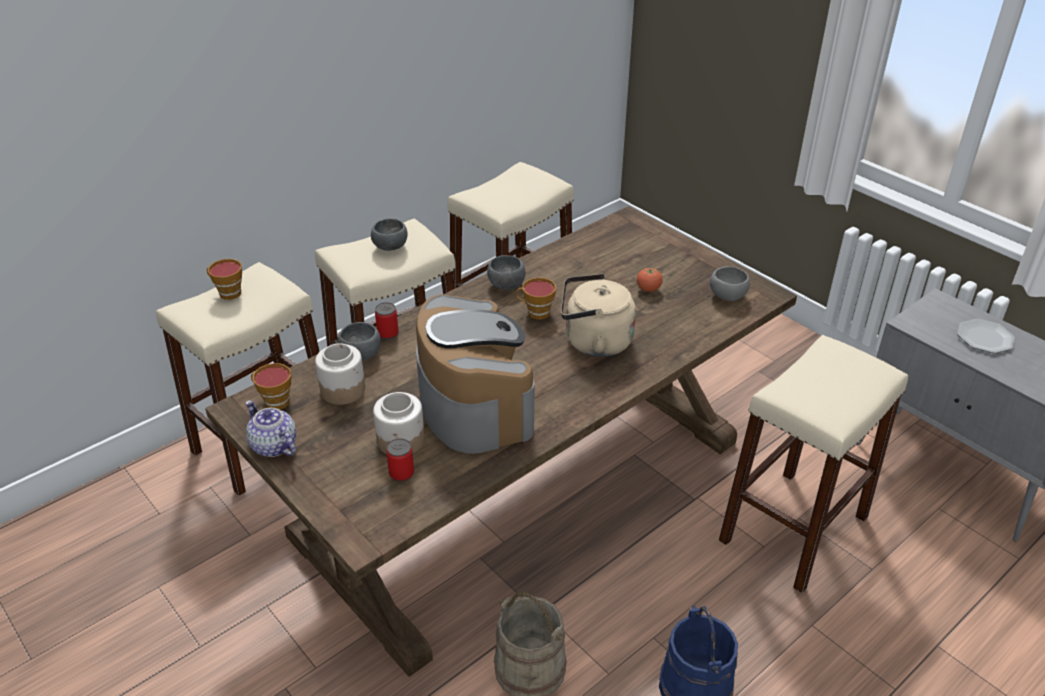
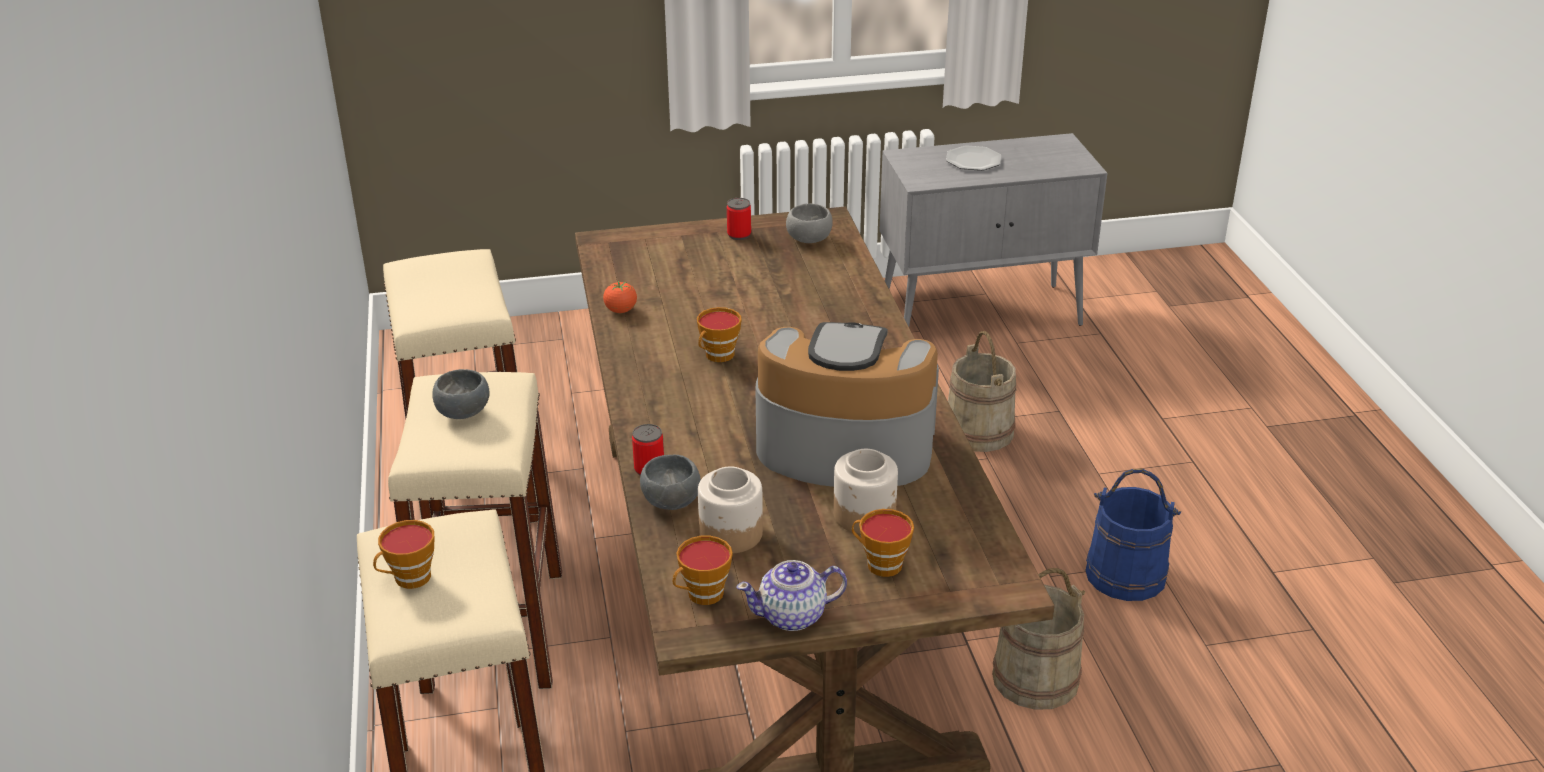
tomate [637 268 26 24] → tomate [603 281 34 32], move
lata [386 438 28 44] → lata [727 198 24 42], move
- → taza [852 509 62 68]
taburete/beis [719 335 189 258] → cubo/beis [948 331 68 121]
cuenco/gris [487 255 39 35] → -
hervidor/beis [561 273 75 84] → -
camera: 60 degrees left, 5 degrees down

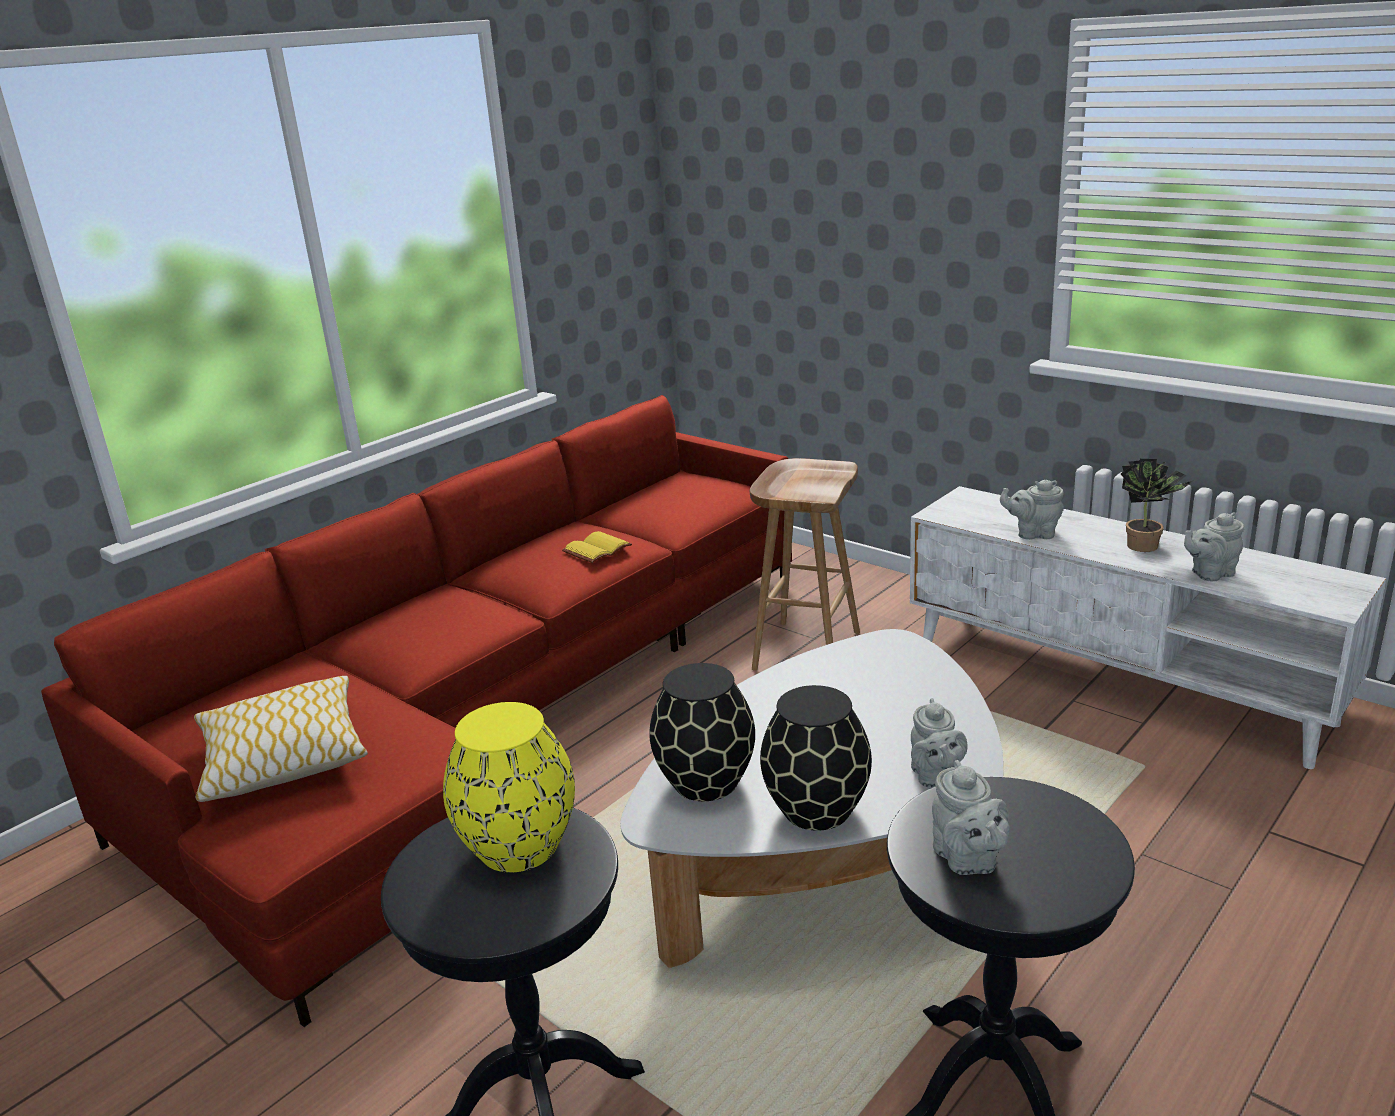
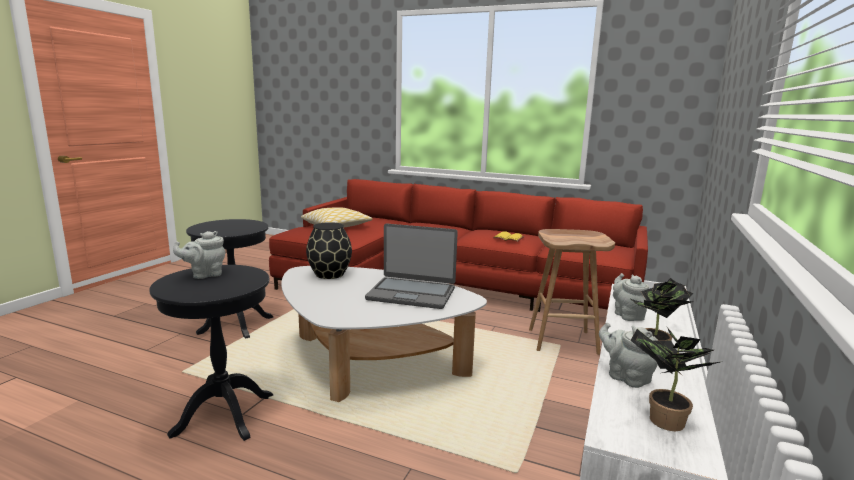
- → portátil [365 224 93 85]
- → planta en maceta [630 327 90 104]
florero/amarillo [443 702 132 171] → -
florero/negro [760 685 112 146] → -
tetera/gris [911 698 57 90] → -
camera: 70 degrees right, 10 degrees down

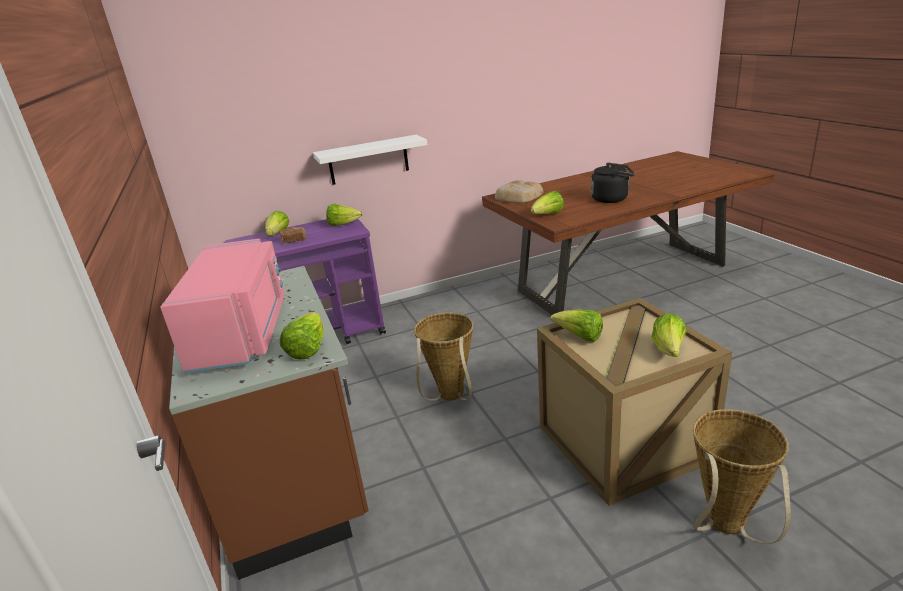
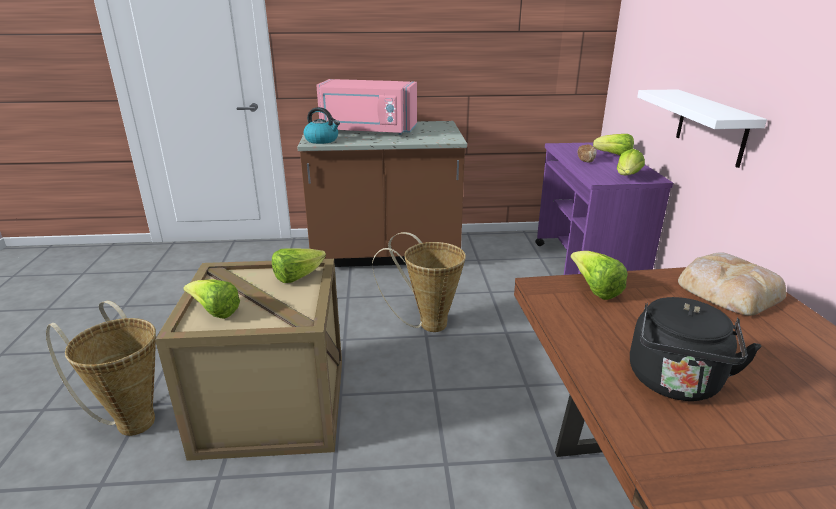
lechuga [280 312 44 48] → hervidor [304 107 36 37]
camera: 105 degrees right, 0 degrees up

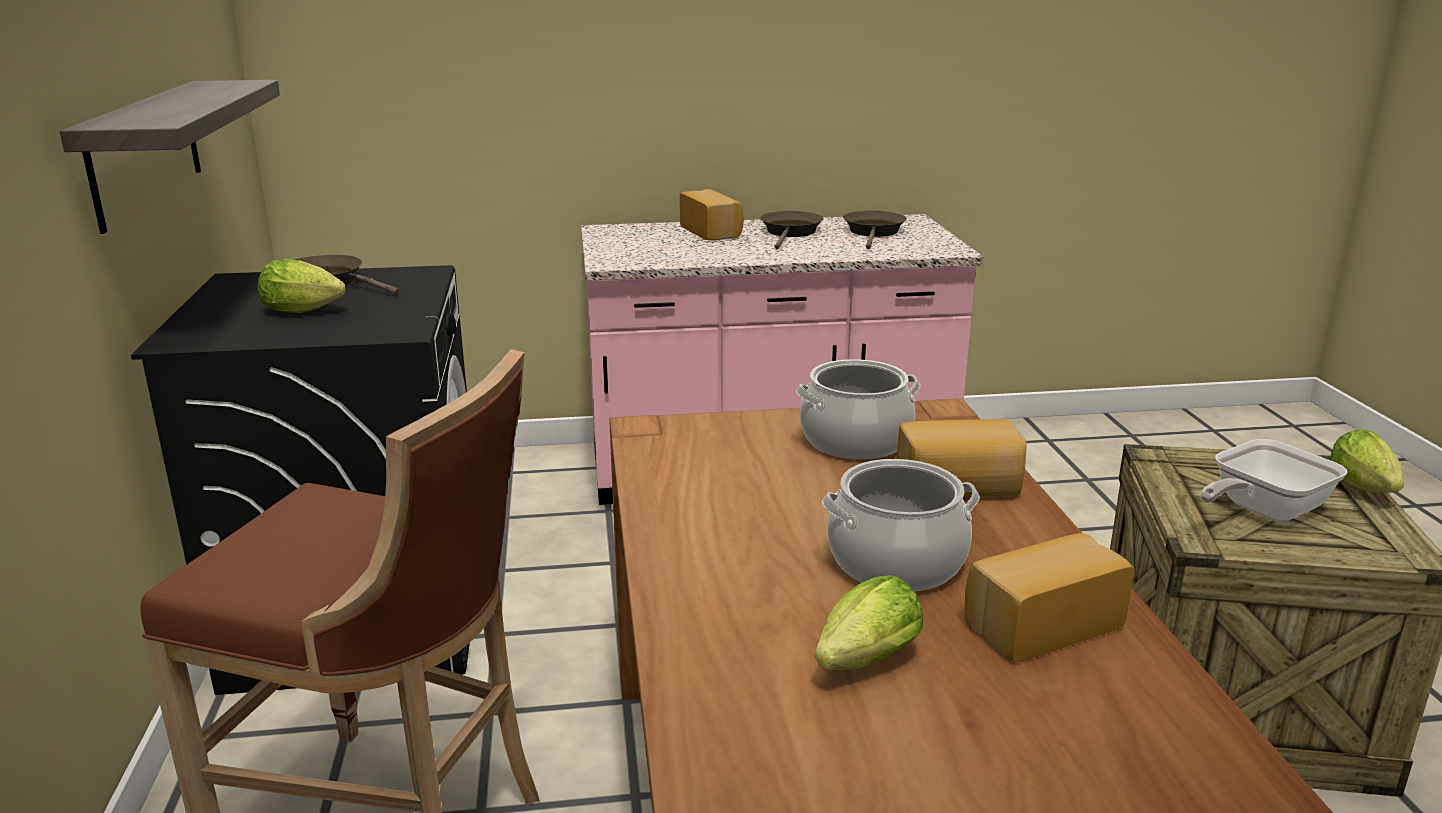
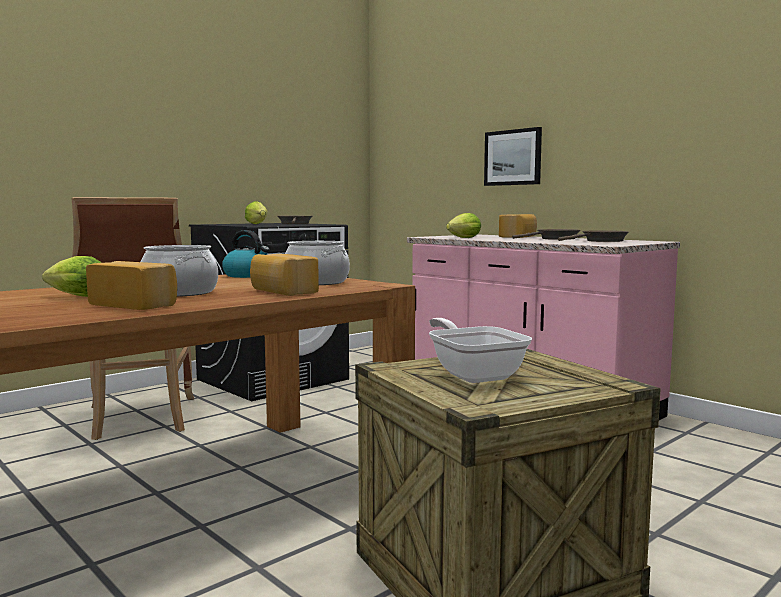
- → hervidor [222 230 48 48]
sartén [1200 439 147 83] → sartén [429 318 103 65], 45 degrees clockwise
lechuga [1329 429 75 64] → lechuga [446 213 35 25], move
- → cuadro [484 127 58 59]
estante [60 80 220 154] → -
camera: 55 degrees right, 15 degrees down

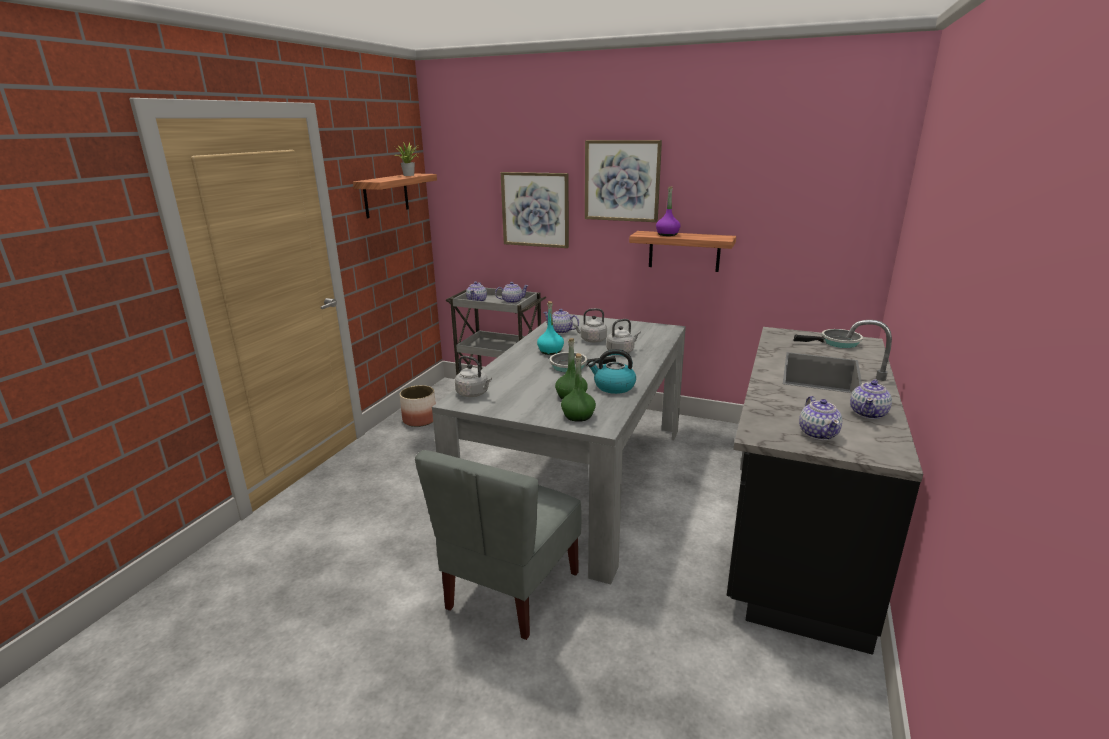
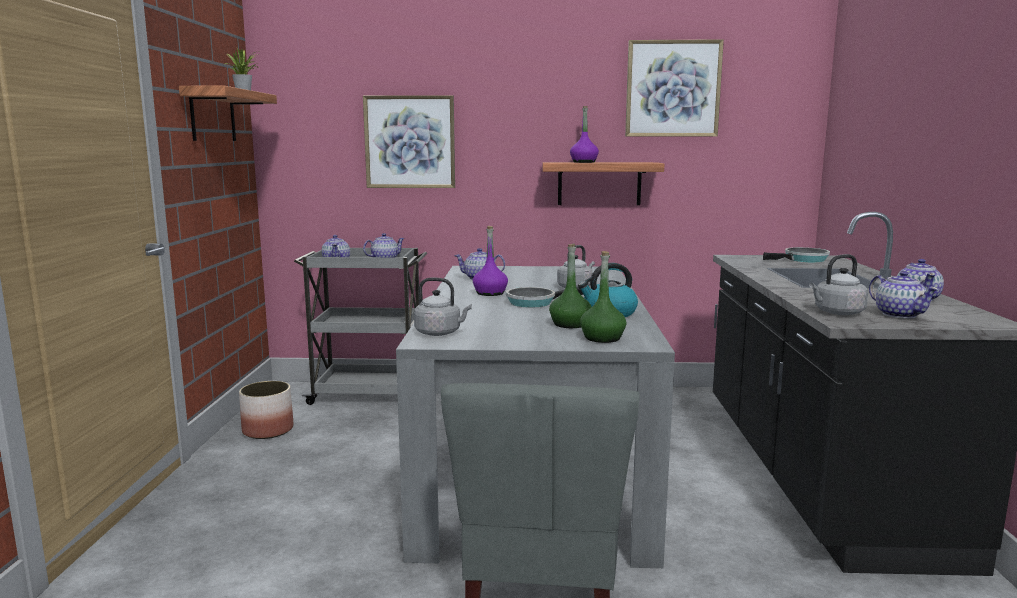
botella/turquesa [537 301 27 54] → botella/morado [473 226 35 70]
cuadro [585 140 77 82] → cuadro [625 39 99 98], move
hervidor/gris [573 308 34 34] → hervidor/gris [809 254 59 61], move
camera: 20 degrees left, 10 degrees down

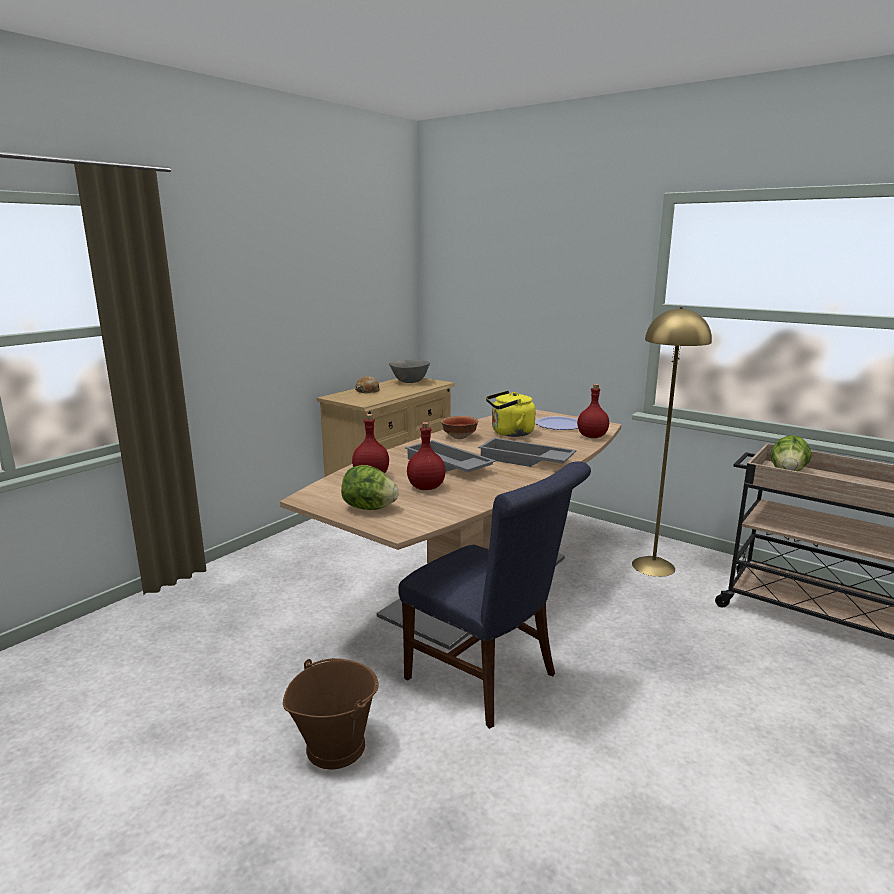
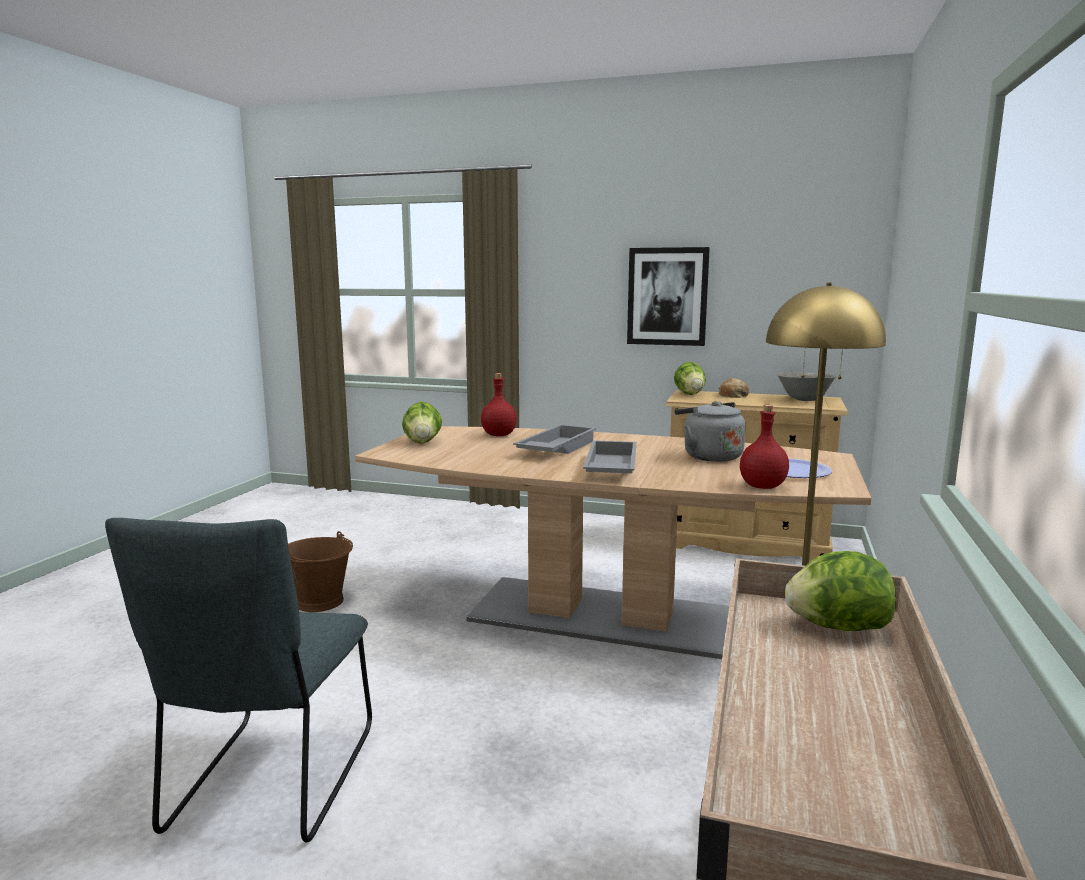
- → silla/gris [105 518 267 325]
- → cuadro [627 247 83 99]
- → lechuga [674 362 32 33]
hervidor/amarillo [486 391 50 46] → hervidor/gris [674 401 72 61]
silla/azul [398 461 193 268] → -
botella/rojo [407 422 39 68] → -
cuenco [441 416 37 23] → -
camera: 70 degrees right, 5 degrees down

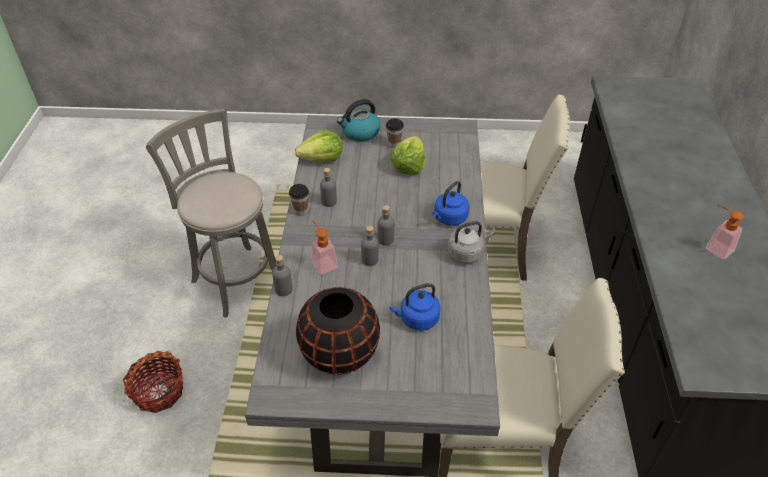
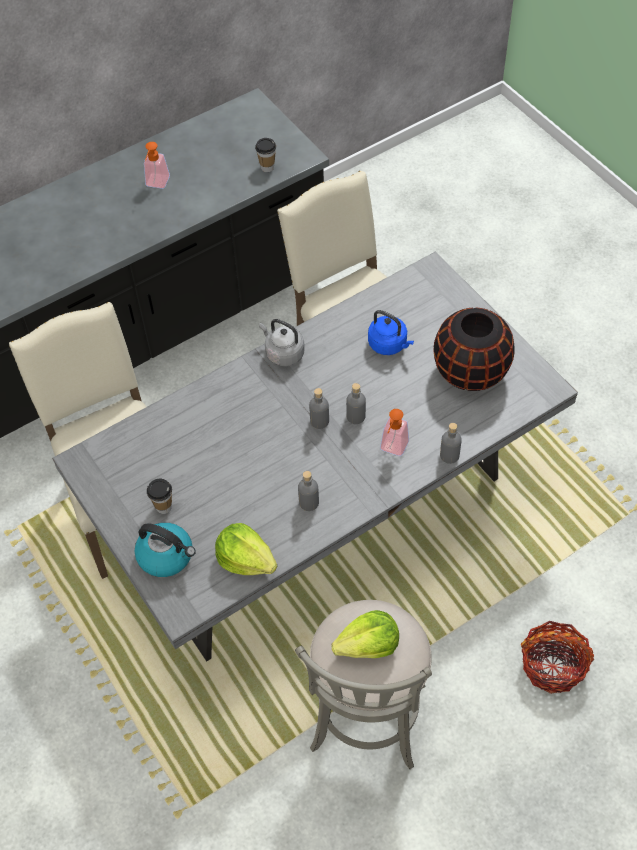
taza [289 184 20 32] → taza [255 138 21 34], move
lechuga [390 136 35 39] → lechuga [331 610 68 48], move
hervidor/azul [432 181 38 44] → -
camera: 125 degrees left, 10 degrees up

